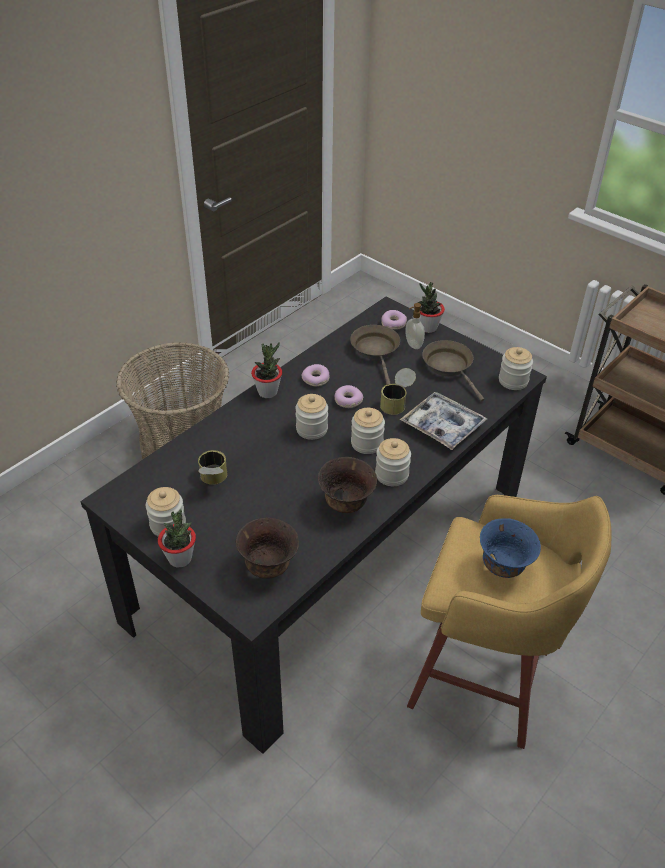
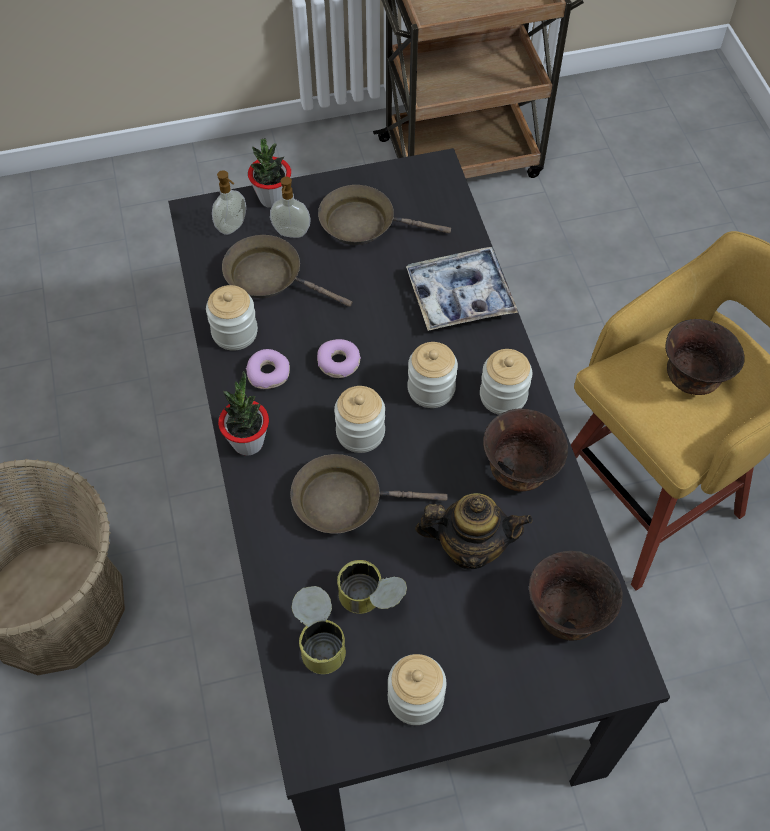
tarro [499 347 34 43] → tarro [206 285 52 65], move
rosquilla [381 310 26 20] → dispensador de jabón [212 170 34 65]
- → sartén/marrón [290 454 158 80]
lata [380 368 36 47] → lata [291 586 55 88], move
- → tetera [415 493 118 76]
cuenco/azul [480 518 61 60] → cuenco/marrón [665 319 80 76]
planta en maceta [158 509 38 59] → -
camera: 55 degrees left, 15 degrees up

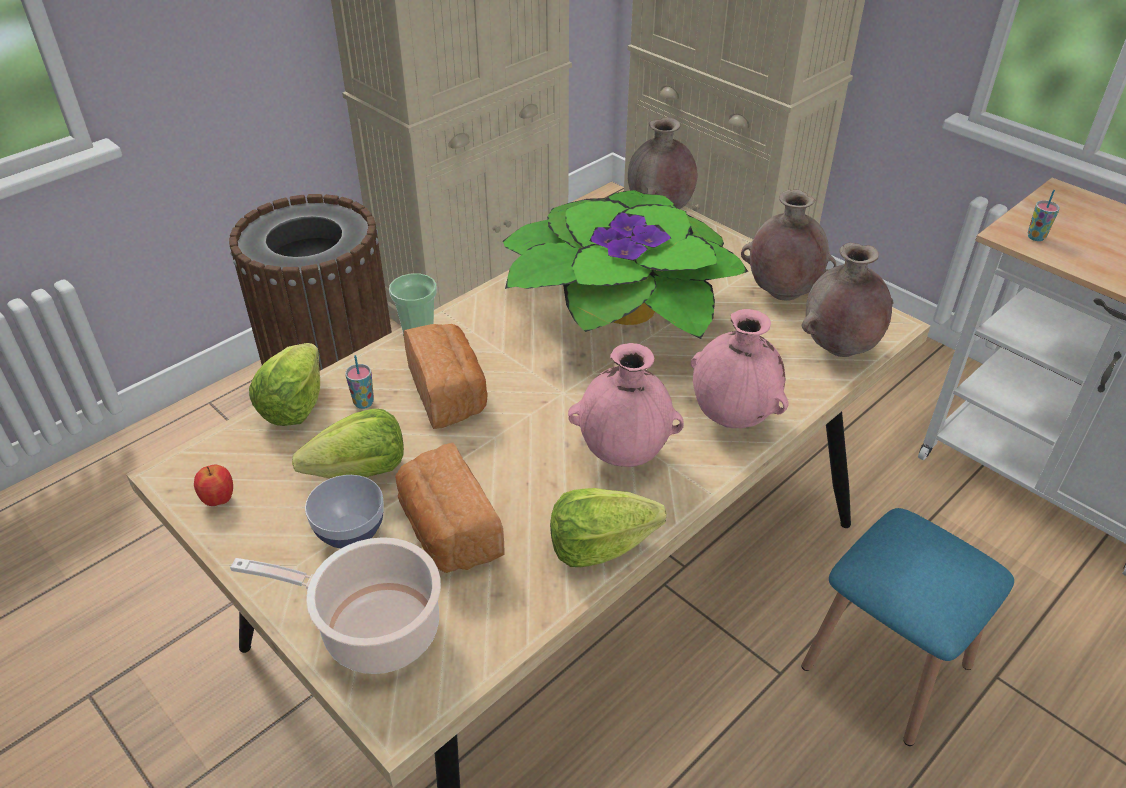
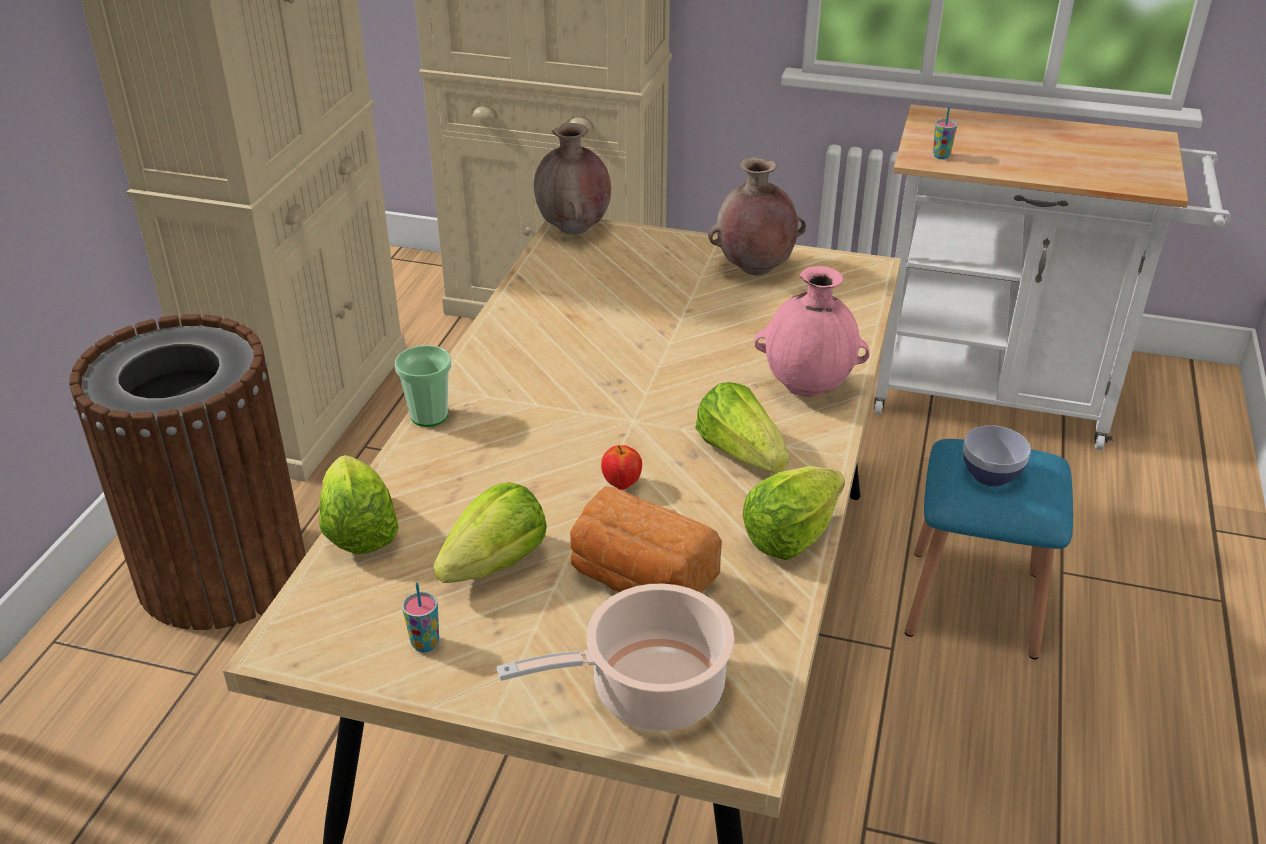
taza [345 355 29 54] → taza [402 582 37 70], move
manzana [194 465 39 41] → manzana [601 445 41 45], move
florero/rosa [568 343 116 124] → lechuga [695 382 94 92]
cuenco [305 475 79 73] → cuenco [963 425 68 61], move
pan [403 324 85 105] → -
planta en maceta [502 190 246 149] → -
florero/marrón [802 242 91 115] → -
camera: 30 degrees left, 5 degrees down

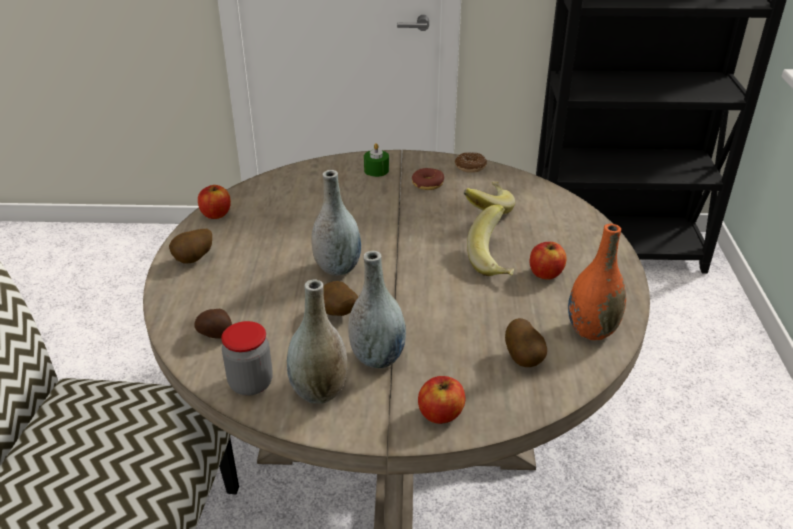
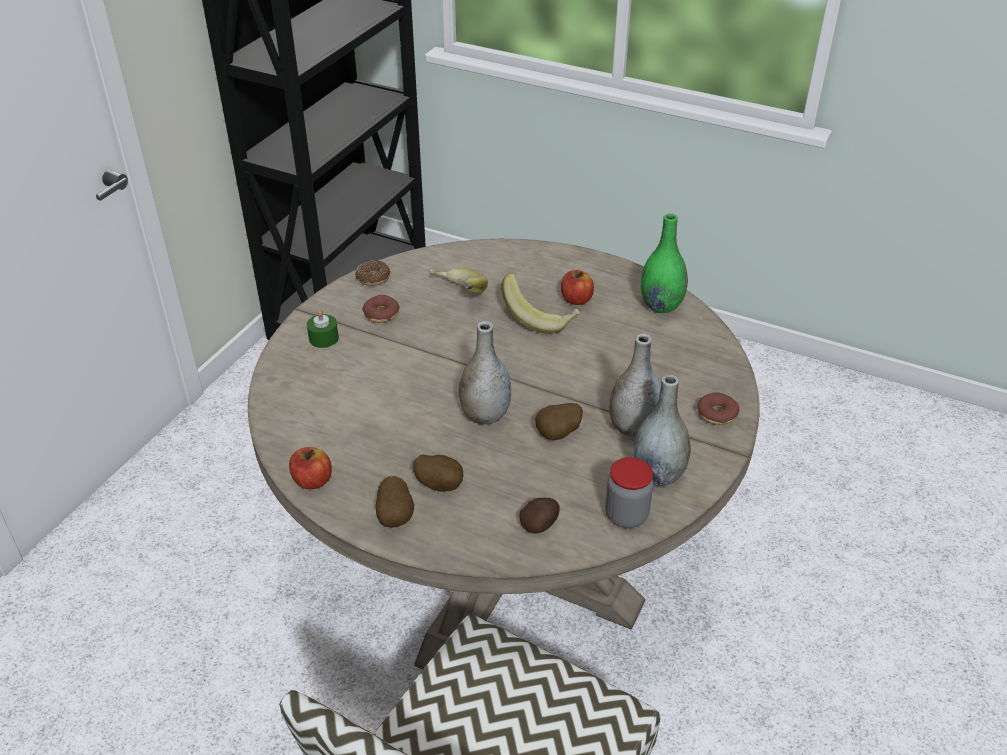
patata [505 318 42 49] → patata [413 454 50 38], move
florero/naranja [568 224 58 116] → florero/verde [641 214 47 99]
manzana [418 376 47 48] → rosquilla [698 392 41 33]
camera: 65 degrees left, 5 degrees up

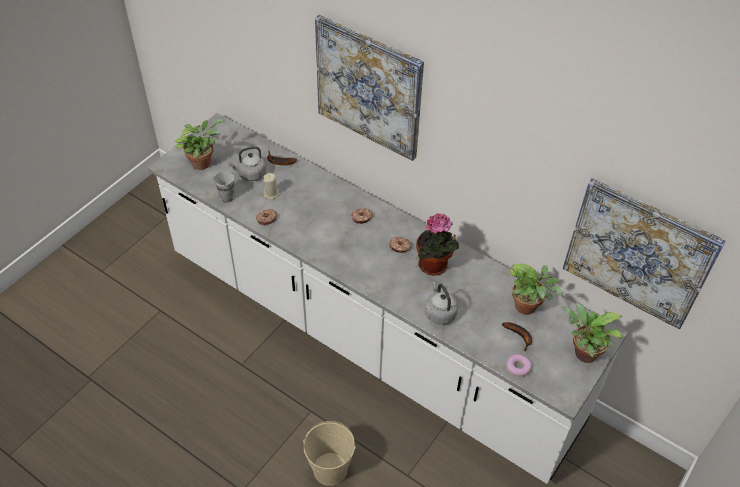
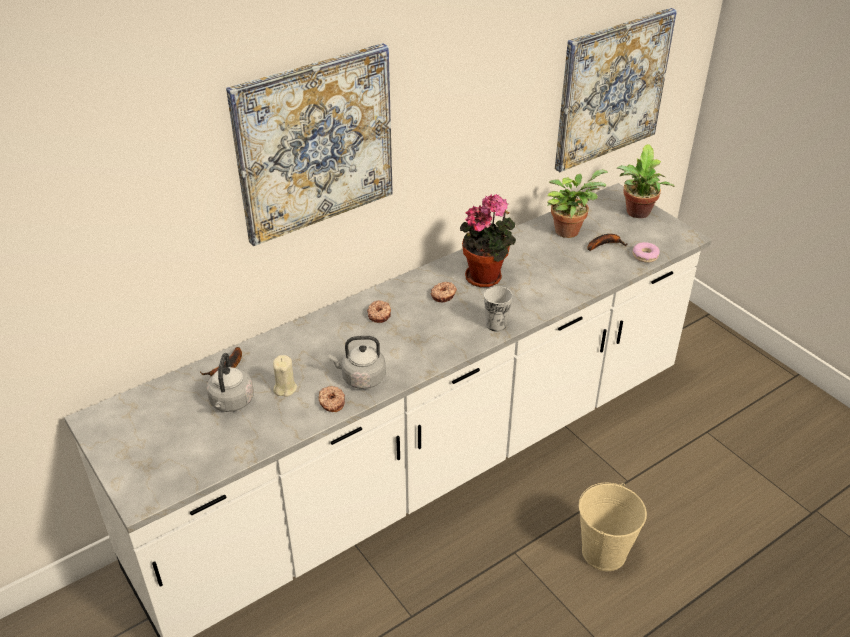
hervidor/gris [425 281 33 44] → hervidor/gris [328 336 58 53], move
taza [214 171 20 31] → taza [484 286 29 46], move
planta en maceta [175 119 50 51] → -
camera: 70 degrees left, 10 degrees down

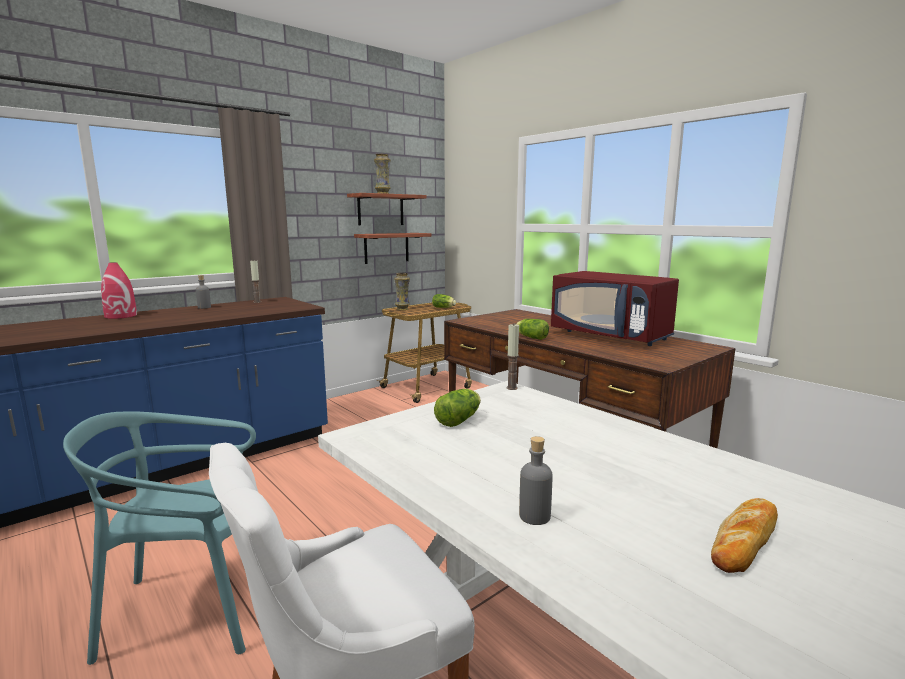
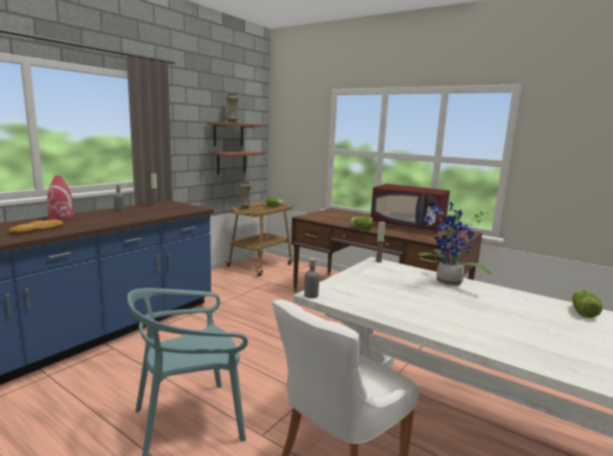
pan [711 498 67 75] → pan [8 219 56 16], move
botella/gris [519 436 34 89] → botella/gris [304 258 15 40], move
- → planta en maceta [418 202 74 84]
lechuga [434 389 47 38] → lechuga [572 290 31 28], move
camera: 15 degrees left, 0 degrees up

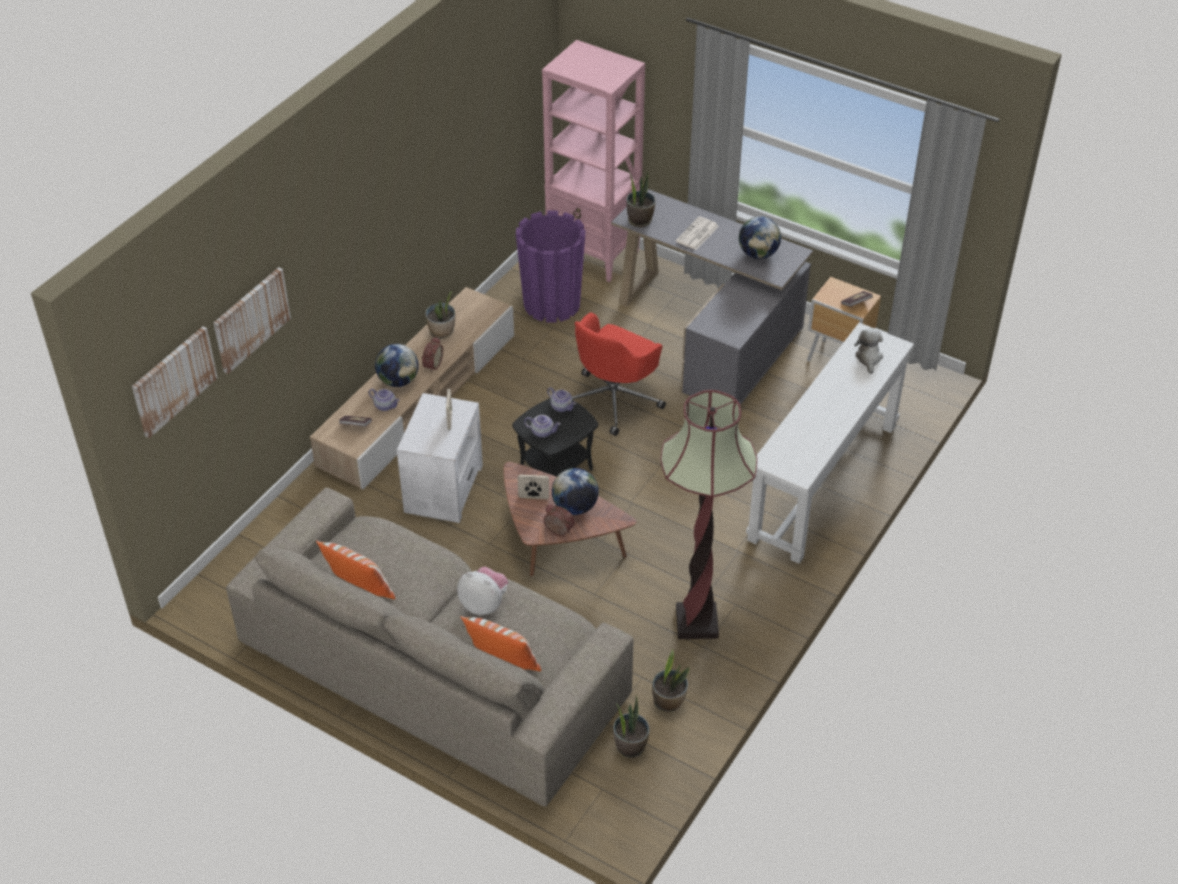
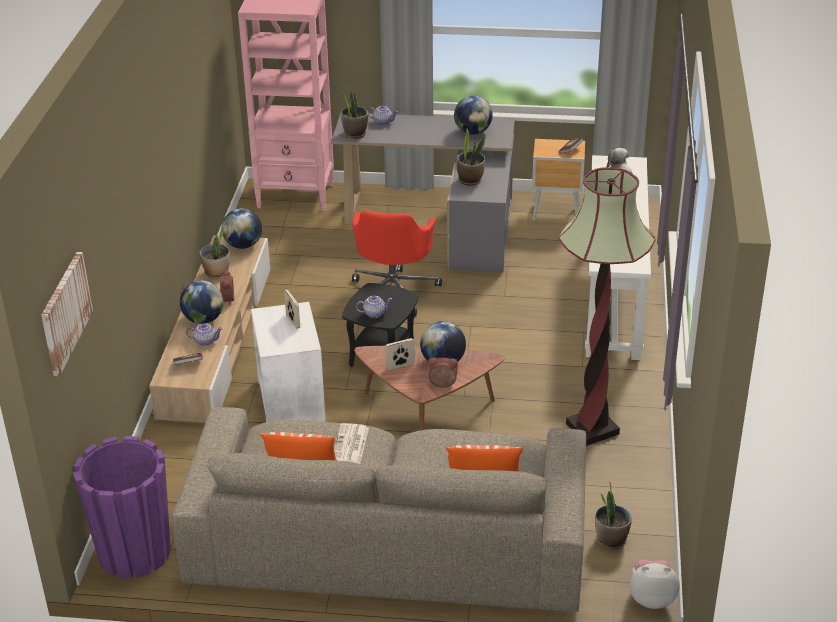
maceta/morado [516 210 70 113] → maceta/morado [73 436 98 143], move
- → globo terráqueo [222 208 40 41]
periódico [676 216 43 34] → periódico [334 423 35 41], move
tetera [547 387 29 25] → tetera [368 105 30 20], move
planta en maceta [652 649 38 64] → planta en maceta [457 129 28 57], move
peluche [457 567 51 48] → peluche [630 560 50 49], move
cuadro [213 267 78 107] → -
camera: 25 degrees left, 10 degrees down

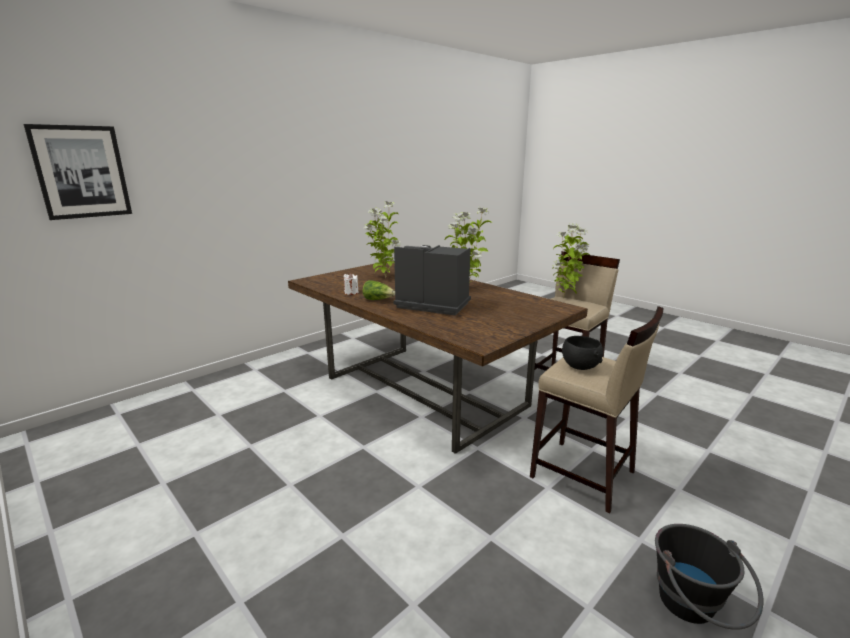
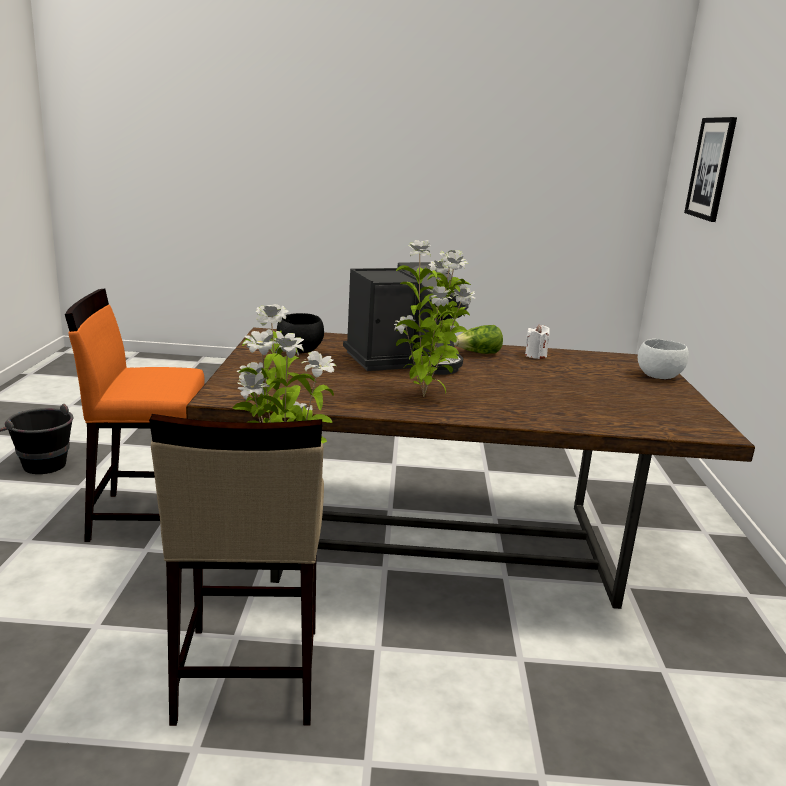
taburete/beis [530 306 134 207] → taburete/naranja [65 288 140 254]
cuenco/negro [562 336 41 34] → cuenco/negro [277 313 47 40], move
- → cuenco/blanco [638 339 51 40]
planta en maceta [364 201 37 77] → -
camera: 135 degrees right, 0 degrees up

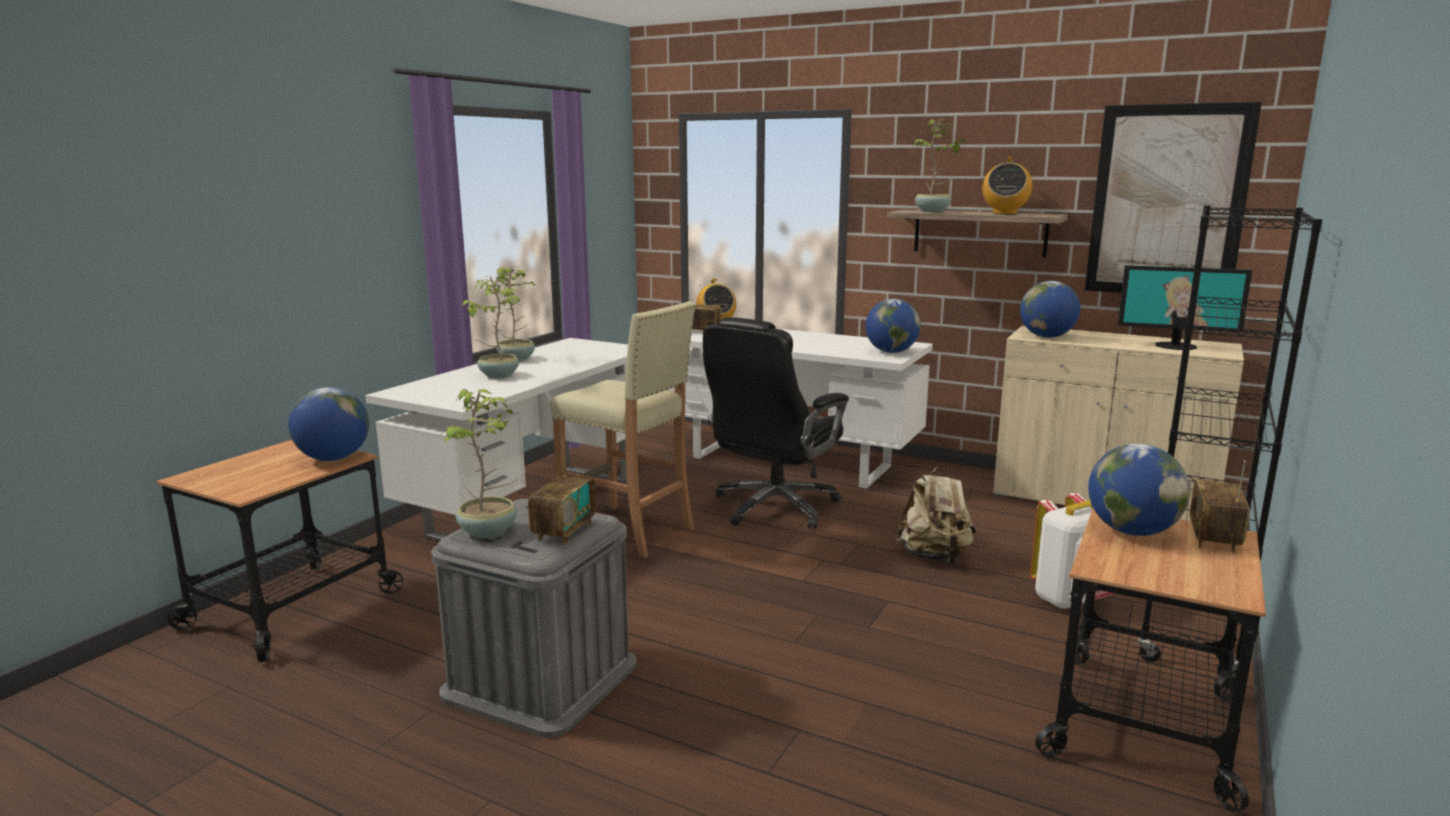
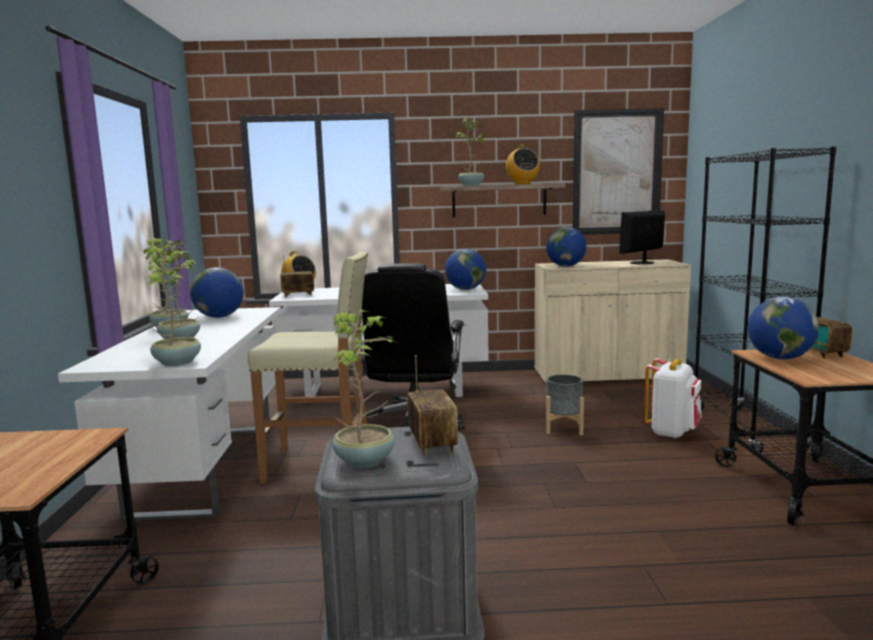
- → planta en maceta [147 246 54 120]
globo terráqueo [288 387 81 74] → globo terráqueo [190 267 54 51], move
mochila/beis [894 465 82 99] → maceta/gris [546 374 38 61]
monitor [1118 265 134 85] → monitor [619 210 46 54], 150 degrees clockwise
camera: 30 degrees left, 5 degrees down

